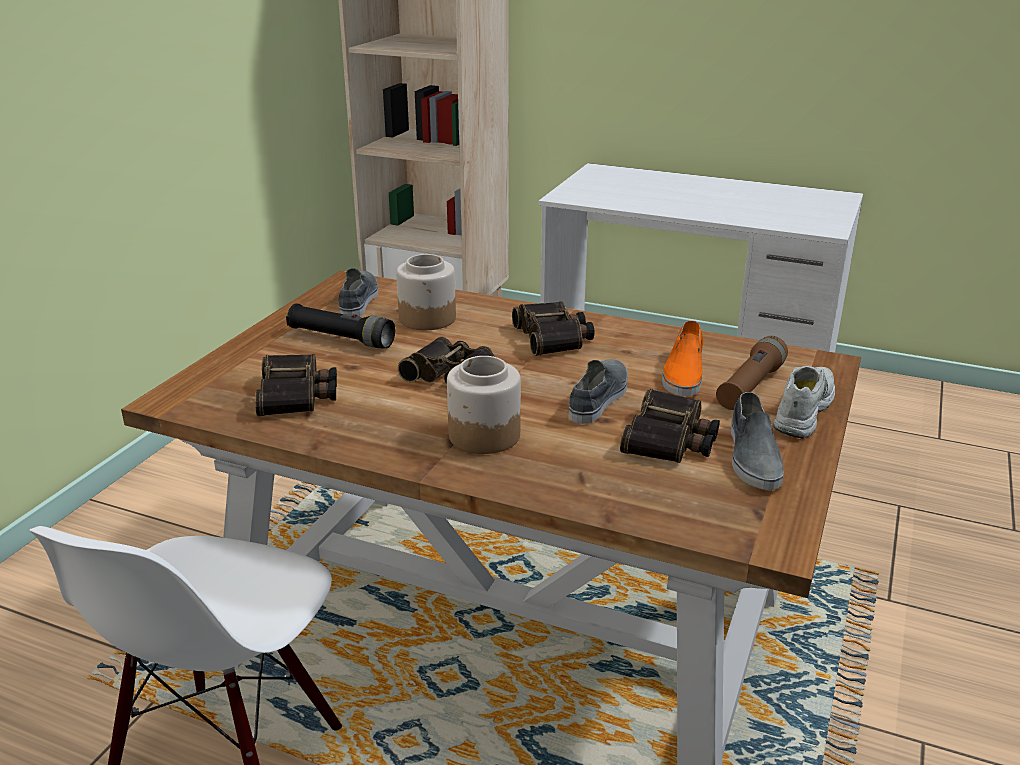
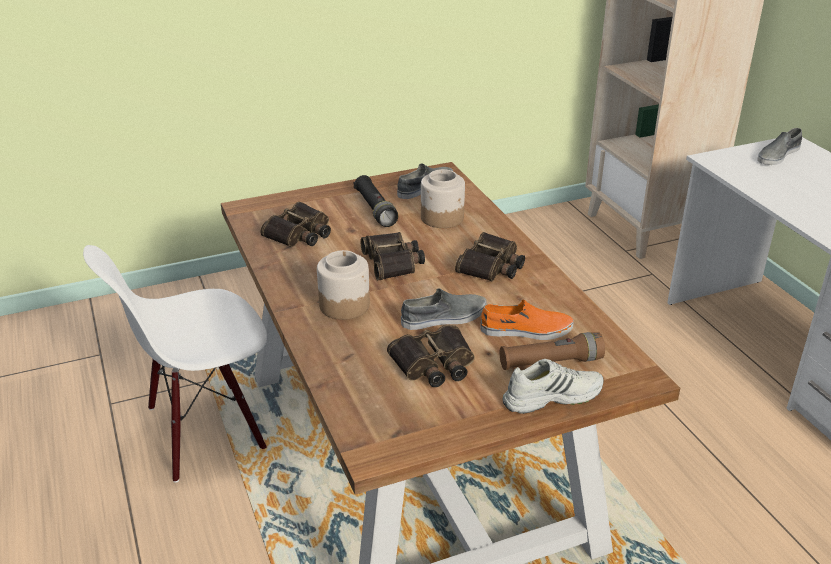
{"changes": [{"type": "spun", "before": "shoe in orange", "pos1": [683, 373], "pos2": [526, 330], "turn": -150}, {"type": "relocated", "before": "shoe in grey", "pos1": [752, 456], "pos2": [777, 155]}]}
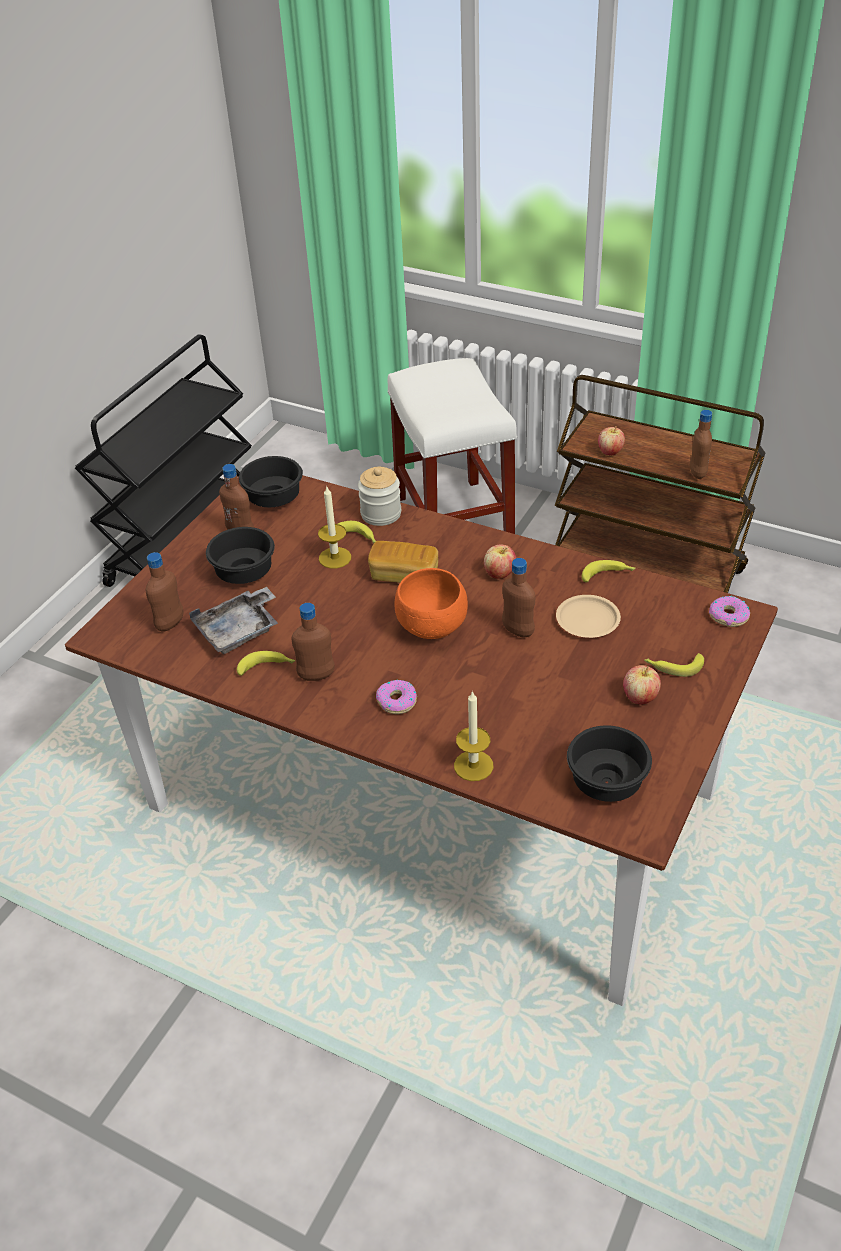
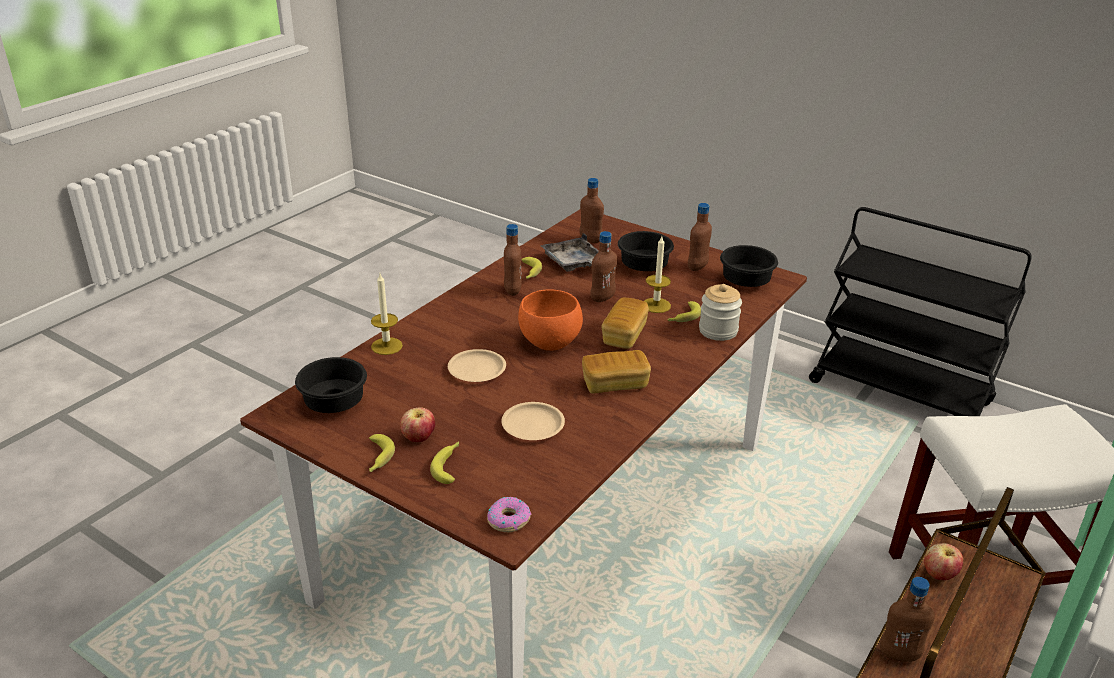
{"changes": [{"type": "missing", "before": "donut", "pos1": [396, 701]}, {"type": "exchanged", "before": "apple", "after": "bread", "pos1": [499, 574], "pos2": [615, 384]}, {"type": "relocated", "before": "bottle in brown", "pos1": [517, 631], "pos2": [602, 298]}, {"type": "relocated", "before": "banana", "pos1": [608, 575], "pos2": [377, 458]}, {"type": "appeared", "after": "plate in beige", "pos2": [476, 370]}]}
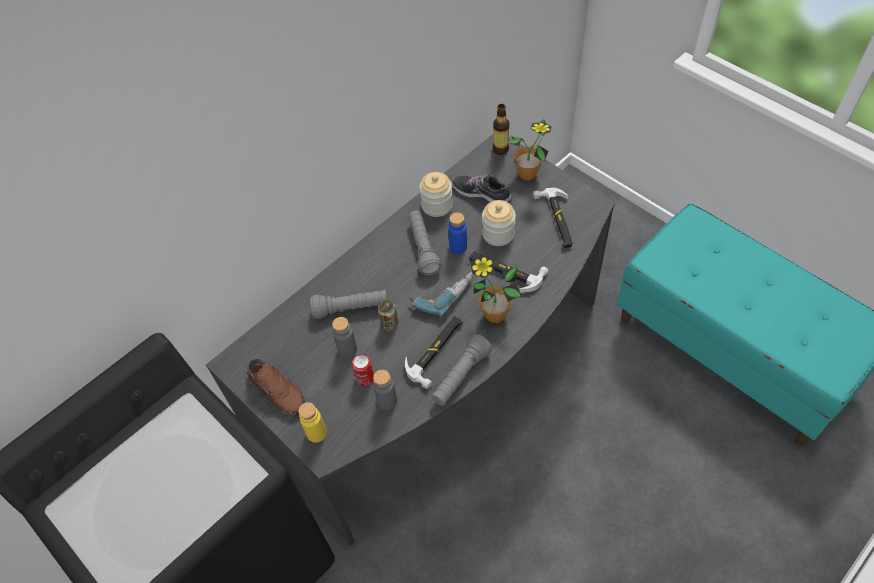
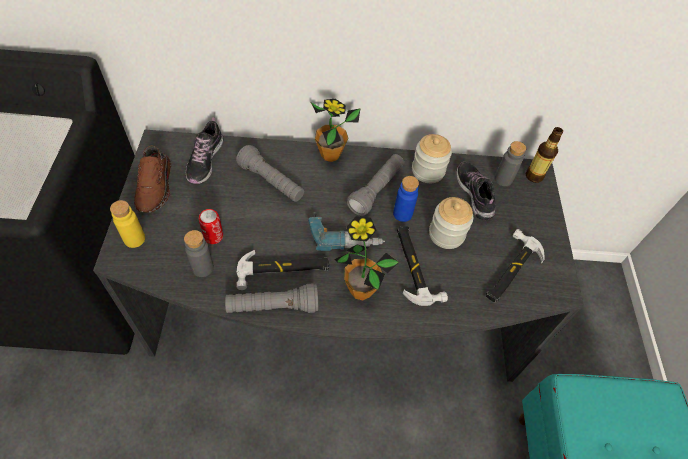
{"changes": [{"type": "relocated", "before": "bottle in grey", "pos1": [347, 349], "pos2": [503, 179]}, {"type": "missing", "before": "can", "pos1": [389, 324]}, {"type": "relocated", "before": "potted plant", "pos1": [527, 174], "pos2": [330, 154]}, {"type": "appeared", "after": "shoe", "pos2": [205, 160]}]}
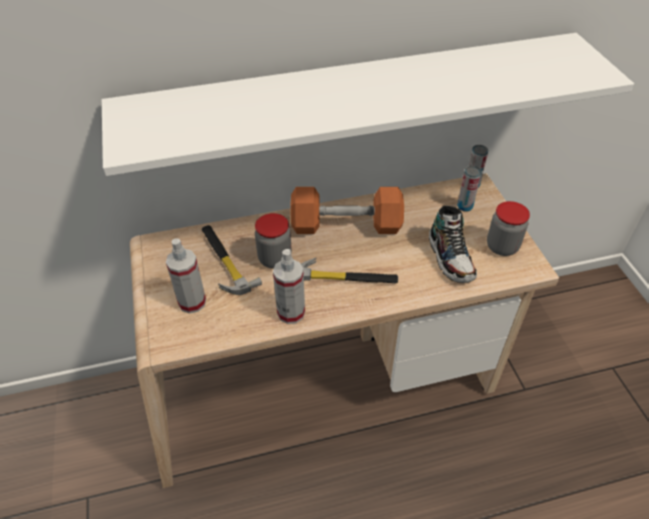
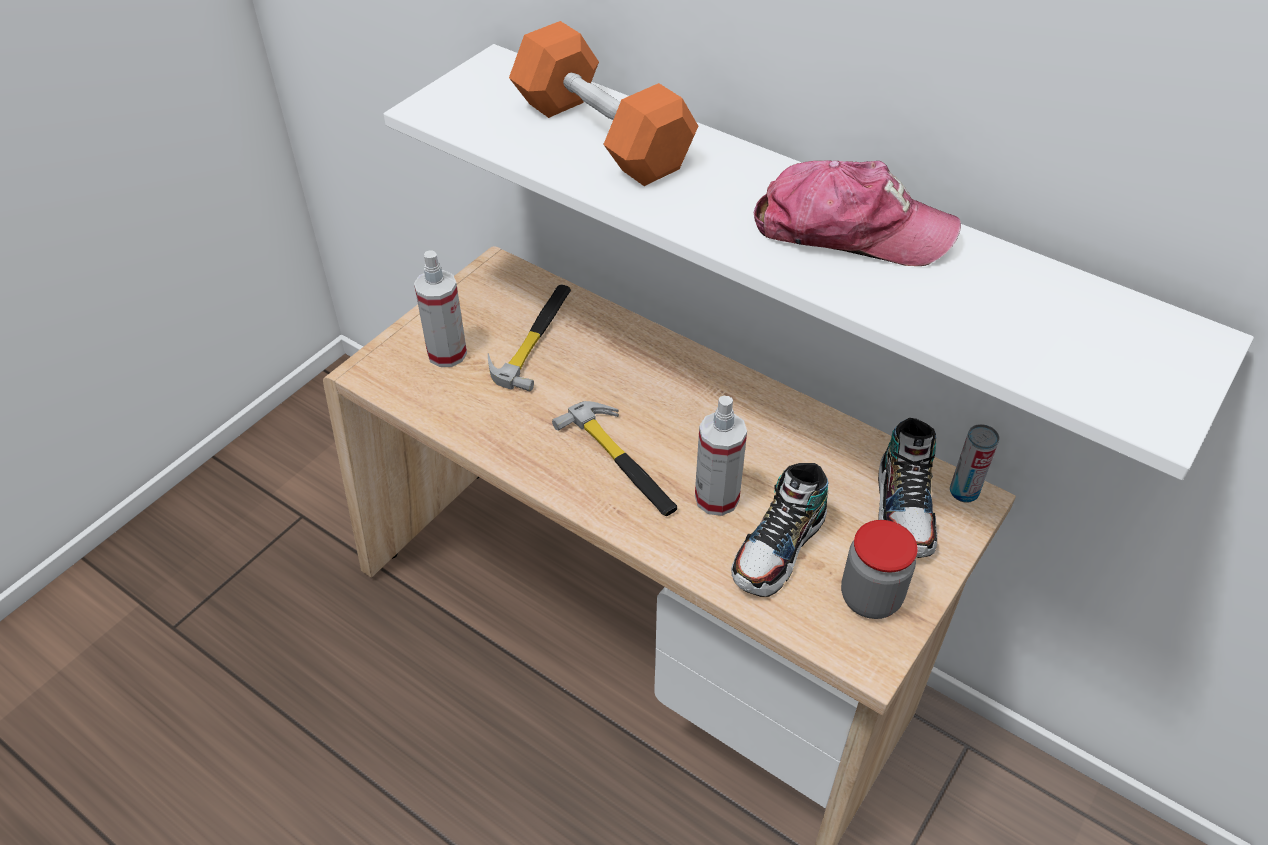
{"changes": [{"type": "missing", "before": "jar", "pos1": [275, 259]}, {"type": "relocated", "before": "spray bottle", "pos1": [291, 313], "pos2": [717, 498]}, {"type": "relocated", "before": "dumbbell in orange", "pos1": [346, 225], "pos2": [601, 135]}, {"type": "exchanged", "before": "can", "after": "shoe", "pos1": [465, 206], "pos2": [905, 509]}, {"type": "appeared", "after": "cap", "pos2": [850, 230]}]}
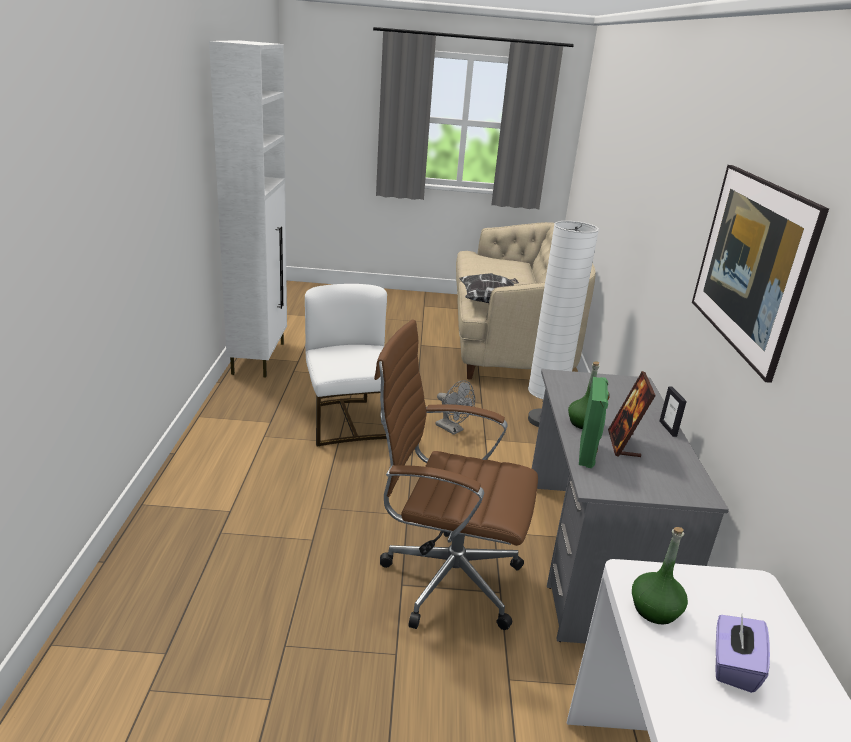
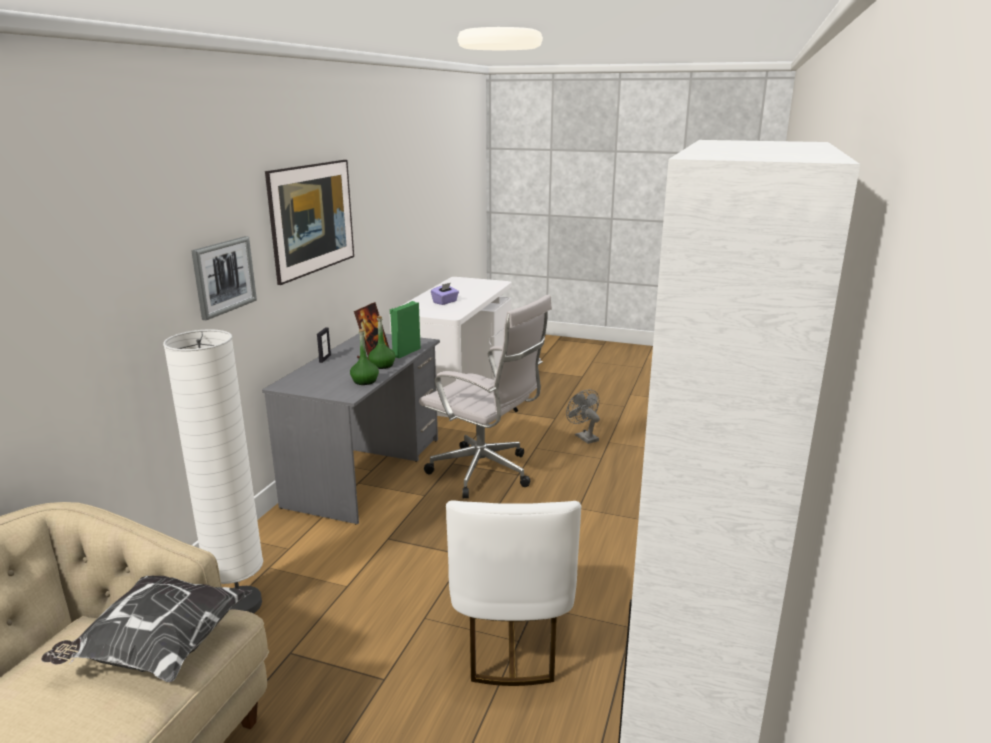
{"changes": [{"type": "colour", "before": "office chair in brown", "after": "office chair in white", "pos1": [445, 579], "pos2": [485, 473]}, {"type": "relocated", "before": "fan in grey", "pos1": [452, 429], "pos2": [584, 437]}, {"type": "relocated", "before": "bottle in green", "pos1": [654, 609], "pos2": [365, 381]}, {"type": "appeared", "after": "picture", "pos2": [223, 276]}]}
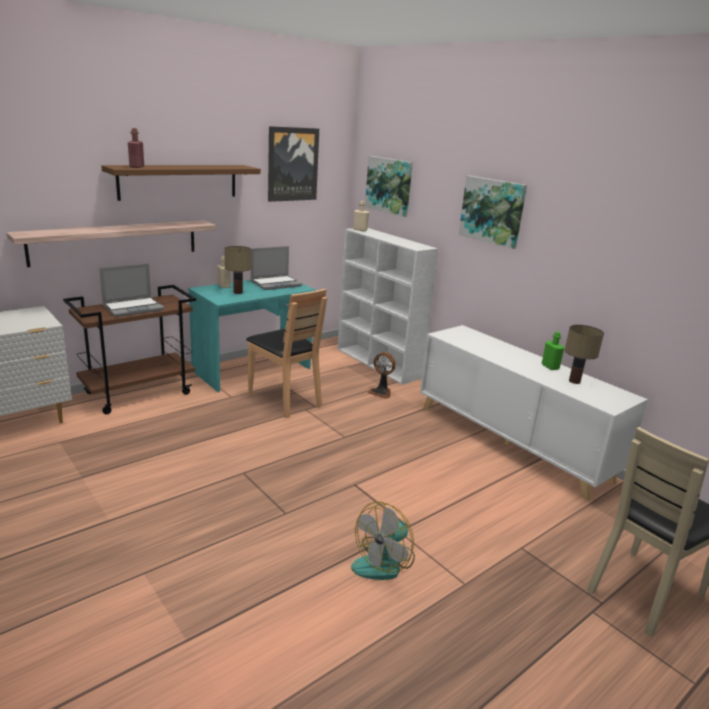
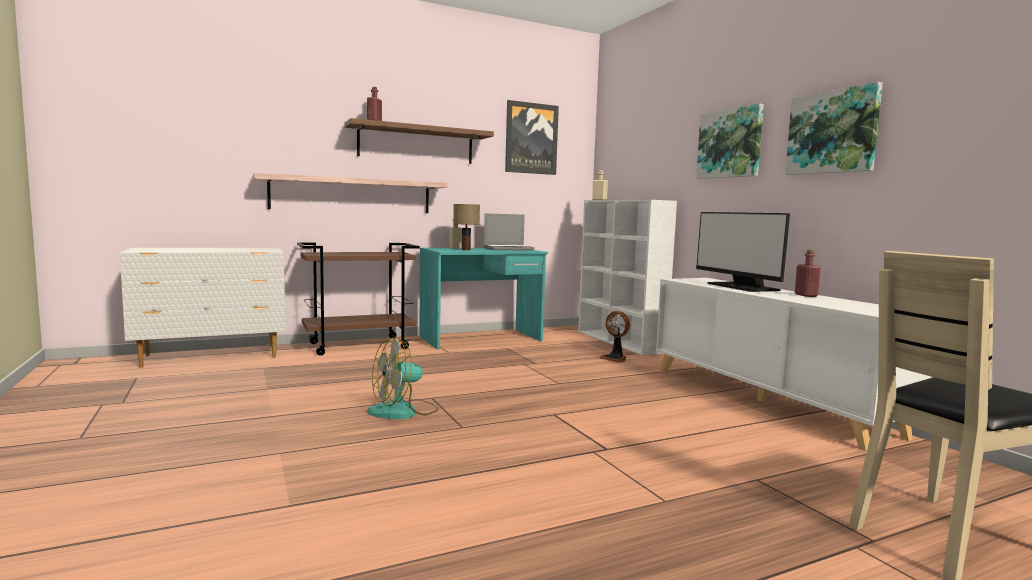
{"changes": [{"type": "missing", "before": "laptop", "pos1": [134, 308]}, {"type": "missing", "before": "chair in brown", "pos1": [285, 399]}, {"type": "relocated", "before": "fan", "pos1": [384, 562], "pos2": [403, 411]}, {"type": "relocated", "before": "picture", "pos1": [389, 185], "pos2": [832, 132]}, {"type": "colour", "before": "bottle in green", "after": "bottle in red", "pos1": [550, 367], "pos2": [805, 295]}, {"type": "missing", "before": "table lamp", "pos1": [574, 381]}, {"type": "appeared", "after": "monitor", "pos2": [741, 287]}]}
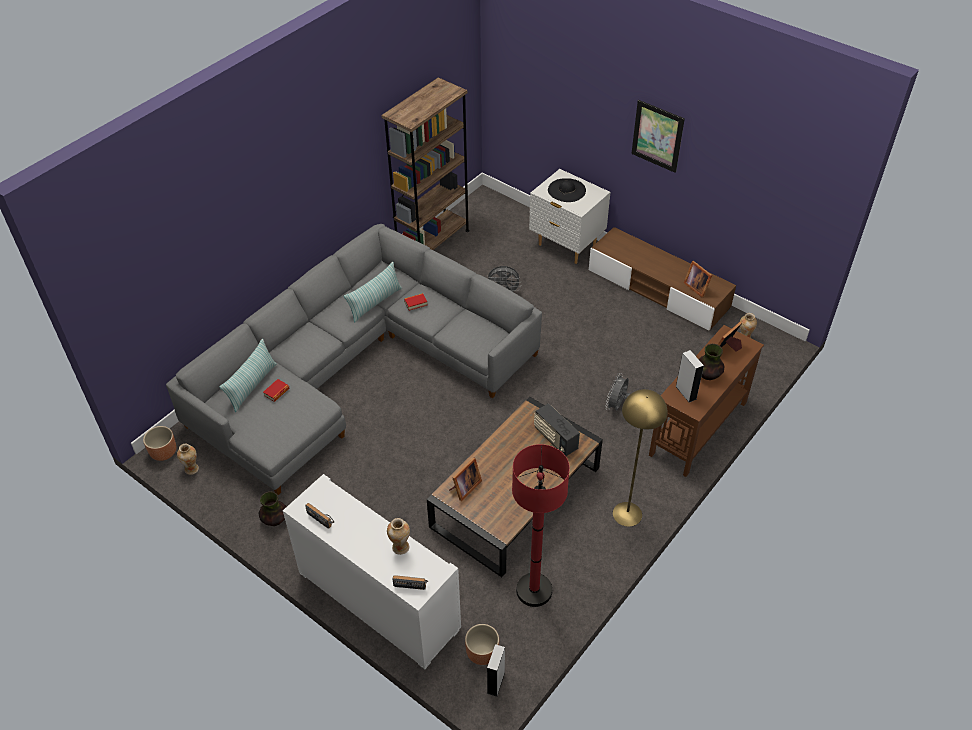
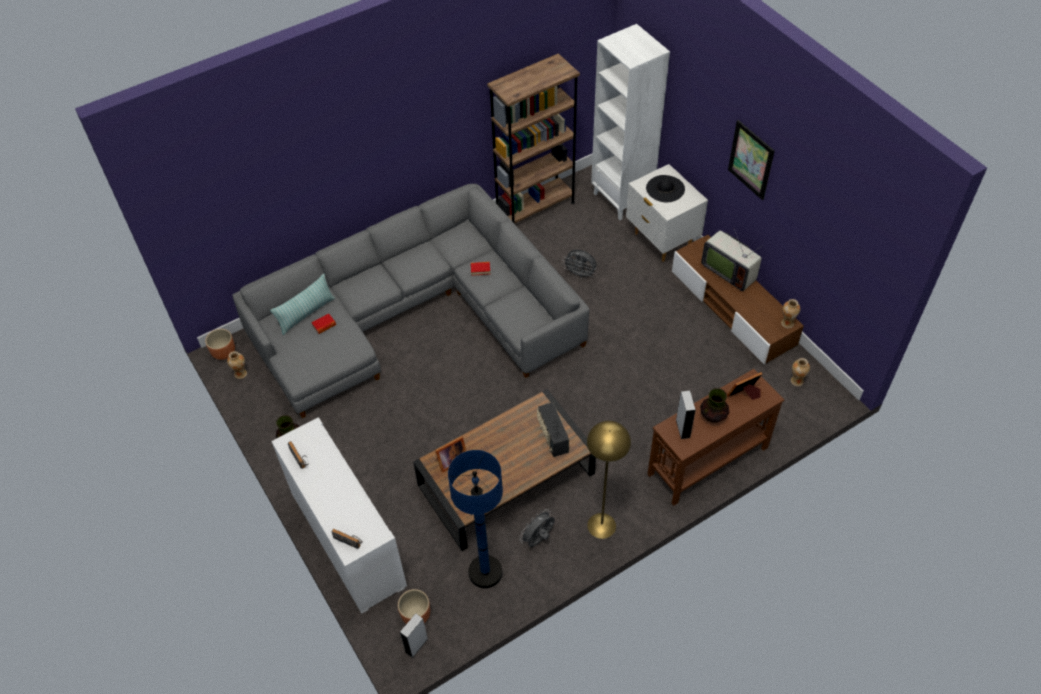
{"changes": [{"type": "missing", "before": "pillow", "pos1": [375, 303]}, {"type": "relocated", "before": "vase", "pos1": [400, 547], "pos2": [787, 323]}, {"type": "colour", "before": "floor lamp in red", "after": "floor lamp in blue", "pos1": [534, 590], "pos2": [485, 572]}, {"type": "relocated", "before": "fan in grey", "pos1": [616, 406], "pos2": [538, 539]}, {"type": "missing", "before": "picture frame", "pos1": [696, 287]}, {"type": "appeared", "after": "bookcase in white", "pos2": [622, 199]}, {"type": "appeared", "after": "television", "pos2": [729, 271]}]}
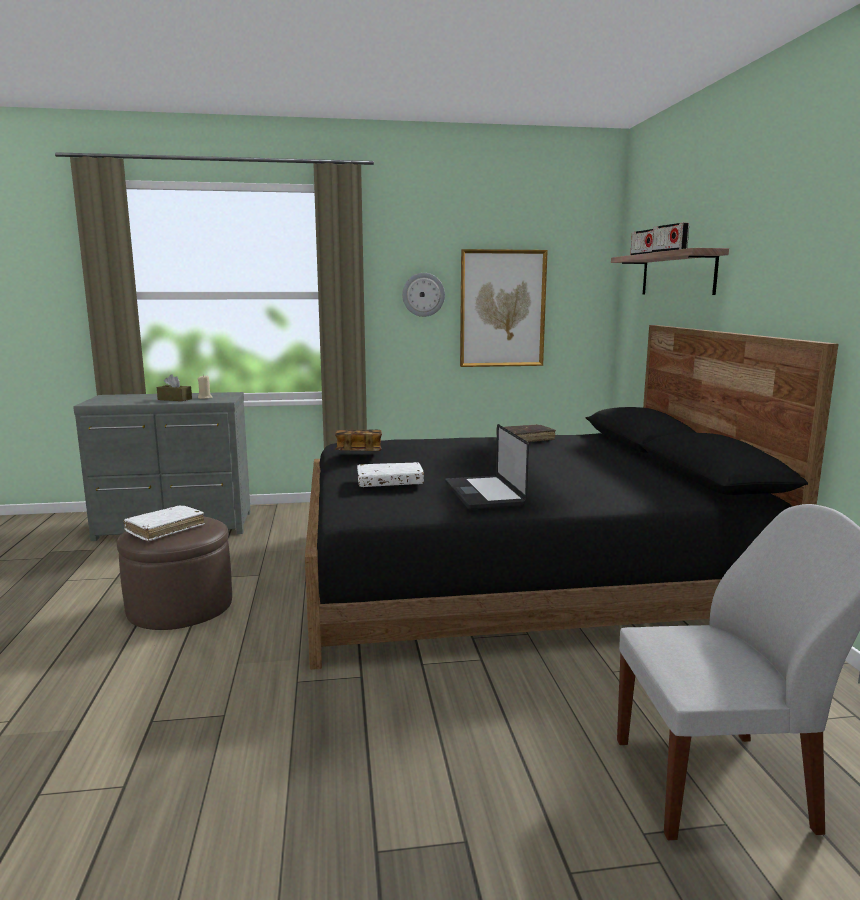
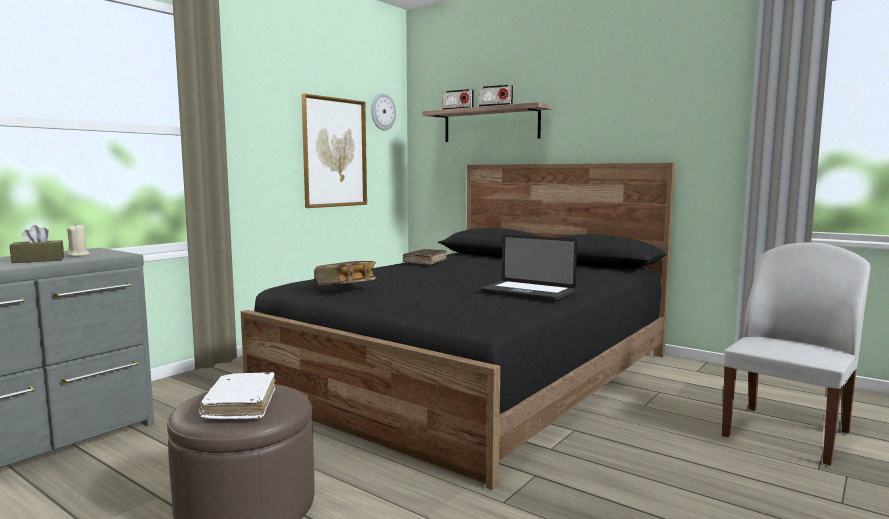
{"changes": [{"type": "missing", "before": "book in white", "pos1": [390, 482]}, {"type": "relocated", "before": "wall clock", "pos1": [423, 294], "pos2": [382, 111]}]}
